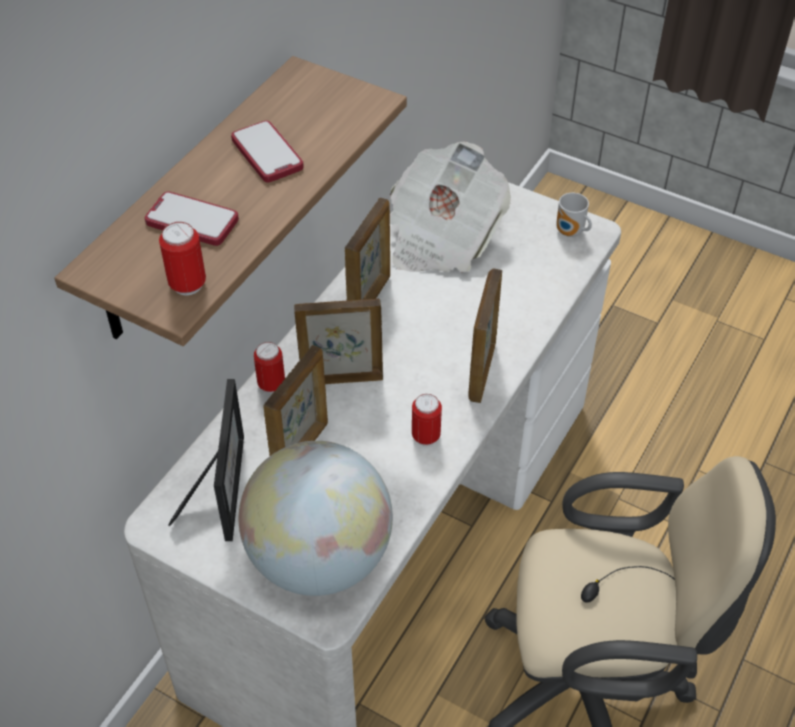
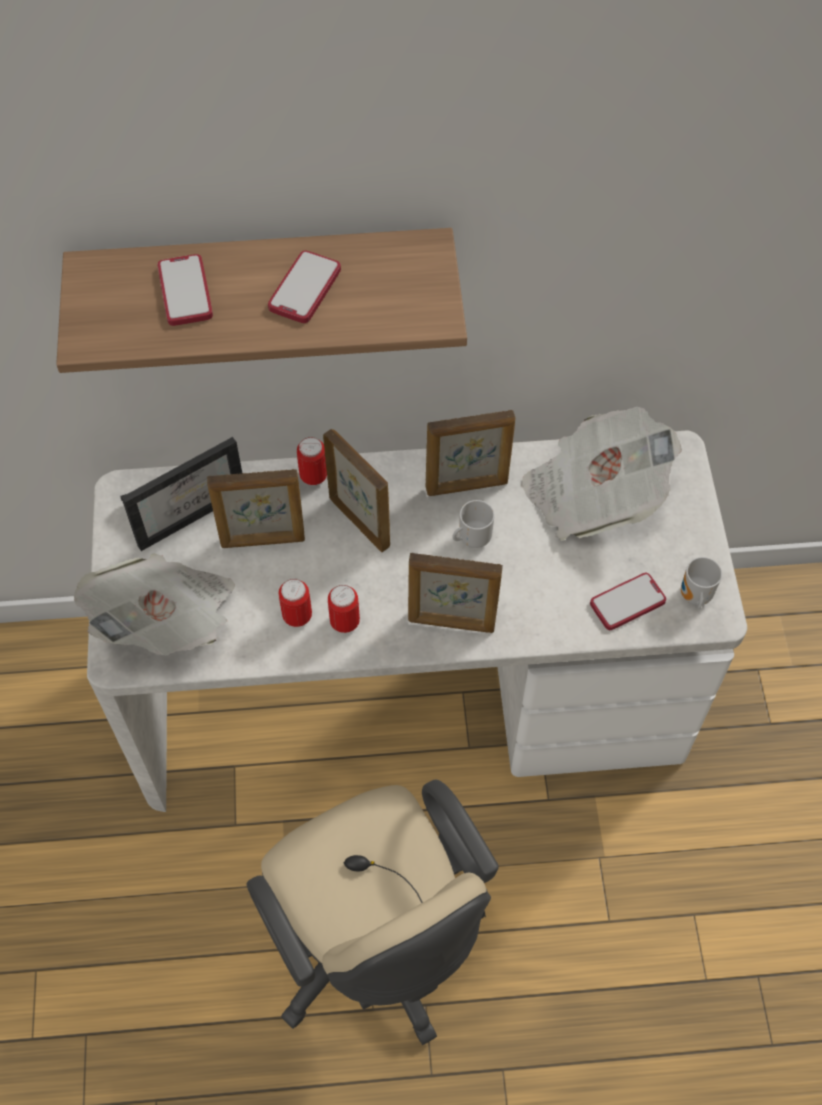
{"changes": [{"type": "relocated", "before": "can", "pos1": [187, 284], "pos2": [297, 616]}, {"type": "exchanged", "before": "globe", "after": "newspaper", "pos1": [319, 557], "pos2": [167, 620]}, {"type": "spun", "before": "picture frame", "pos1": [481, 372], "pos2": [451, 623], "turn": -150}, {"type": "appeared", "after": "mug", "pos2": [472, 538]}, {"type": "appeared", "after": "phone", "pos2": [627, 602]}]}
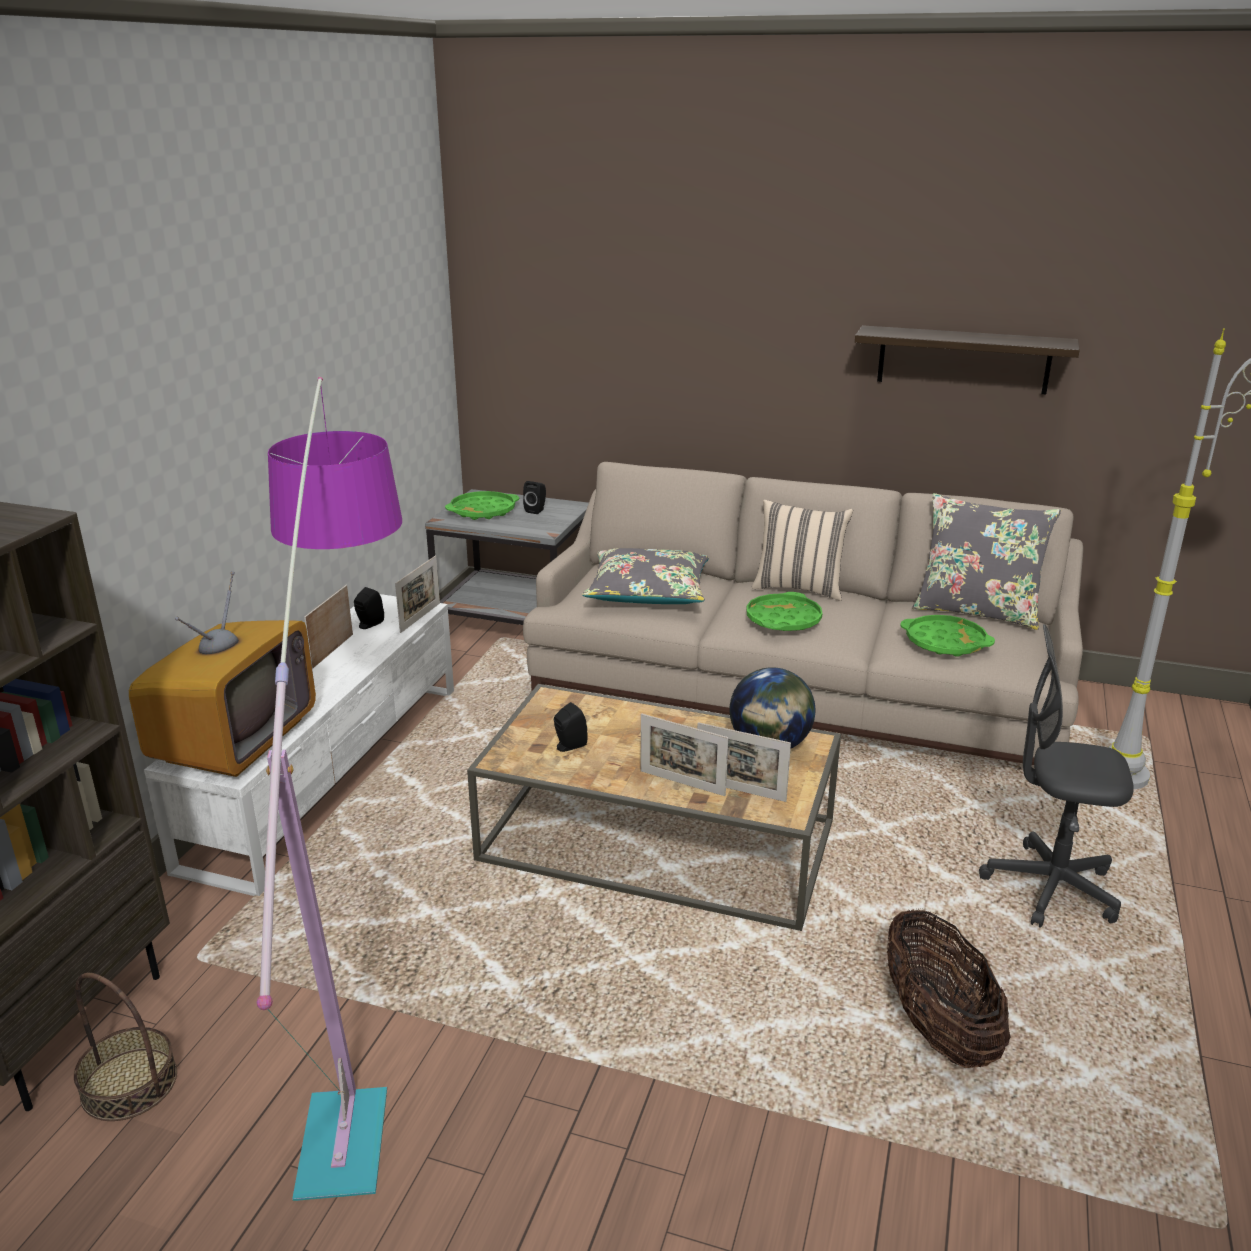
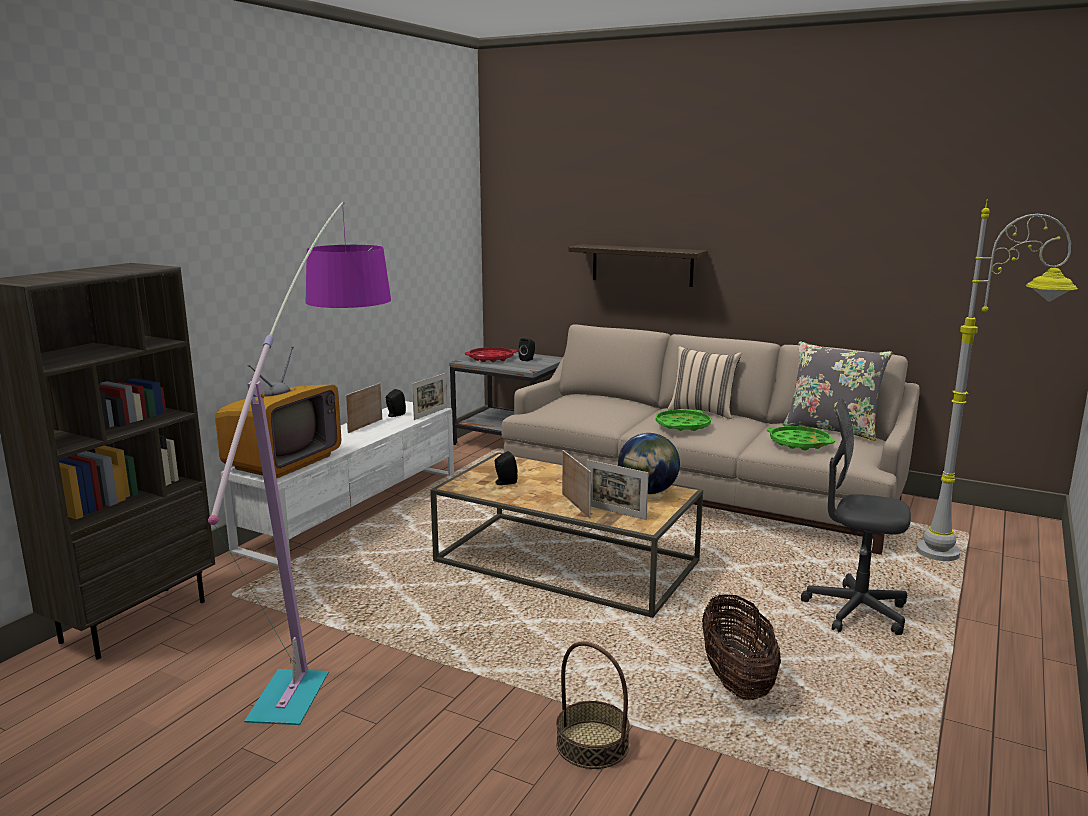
{"changes": [{"type": "relocated", "before": "basket", "pos1": [129, 1084], "pos2": [592, 744]}, {"type": "colour", "before": "tray in green", "after": "tray in red", "pos1": [483, 511], "pos2": [491, 358]}, {"type": "missing", "before": "pillow in grey", "pos1": [648, 592]}, {"type": "spun", "before": "picture frame", "pos1": [682, 783], "pos2": [575, 505], "turn": -150}, {"type": "relocated", "before": "shelf", "pos1": [963, 359], "pos2": [642, 265]}]}
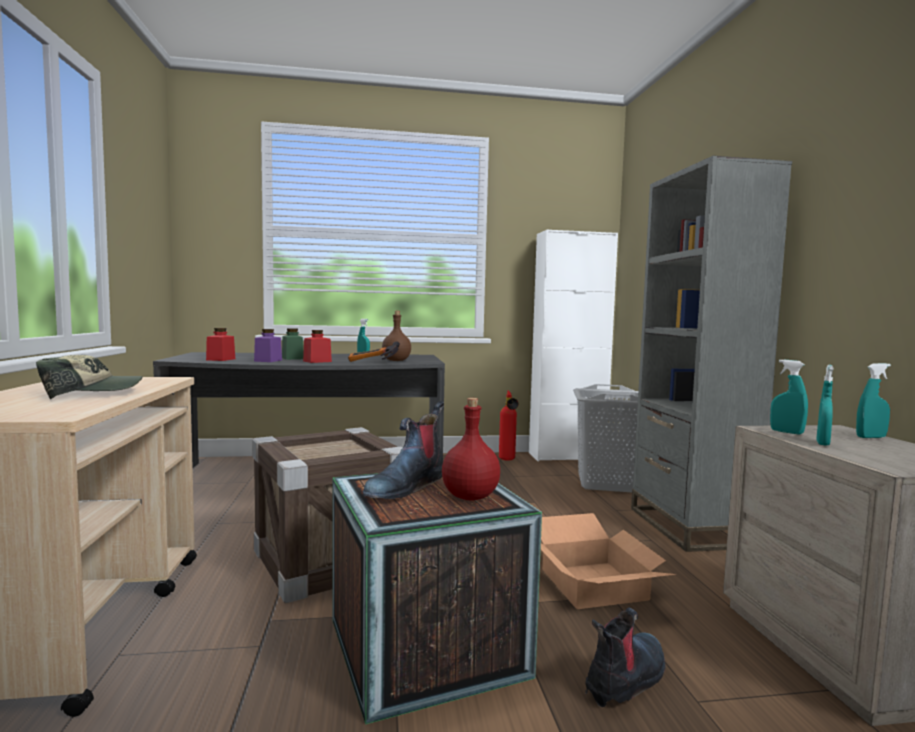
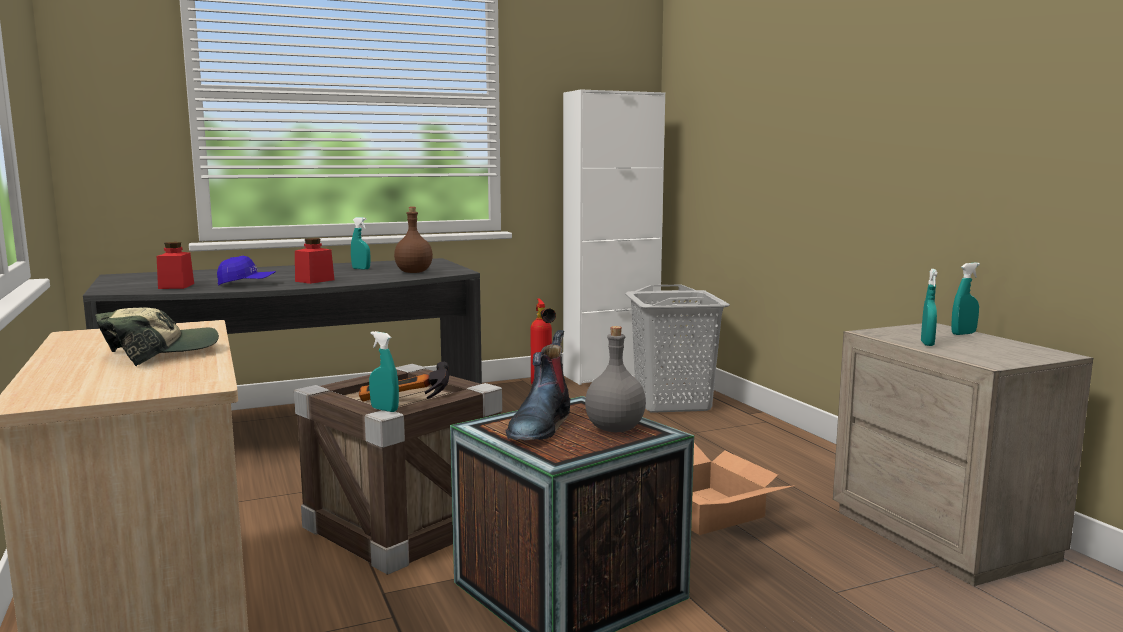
{"changes": [{"type": "exchanged", "before": "jar in purple", "after": "cap in blue", "pos1": [268, 360], "pos2": [246, 284]}, {"type": "missing", "before": "jar in green", "pos1": [292, 358]}, {"type": "relocated", "before": "hammer", "pos1": [371, 363], "pos2": [404, 402]}, {"type": "colour", "before": "bottle in red", "after": "bottle in grey", "pos1": [469, 496], "pos2": [614, 428]}, {"type": "missing", "before": "boot", "pos1": [626, 679]}, {"type": "missing", "before": "bookcase in grey", "pos1": [689, 527]}, {"type": "relocated", "before": "spray bottle in turquoise", "pos1": [786, 432], "pos2": [384, 409]}]}
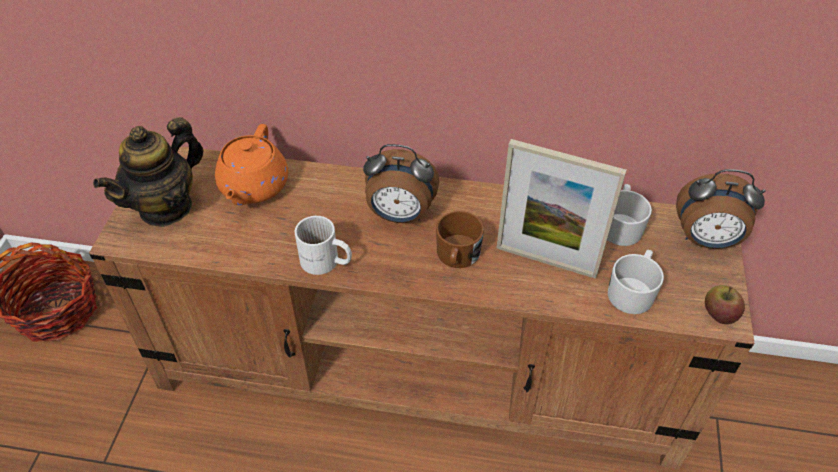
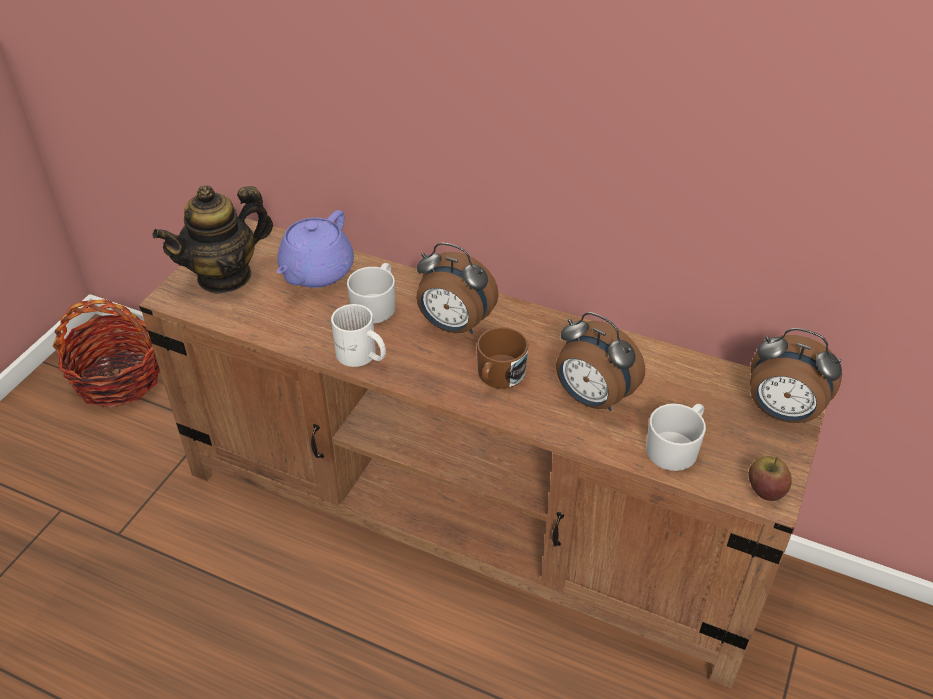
{"changes": [{"type": "colour", "before": "teapot in orange", "after": "teapot in purple", "pos1": [253, 187], "pos2": [316, 272]}, {"type": "exchanged", "before": "picture frame", "after": "alarm clock", "pos1": [546, 261], "pos2": [592, 399]}, {"type": "relocated", "before": "mug in white", "pos1": [621, 225], "pos2": [376, 305]}]}
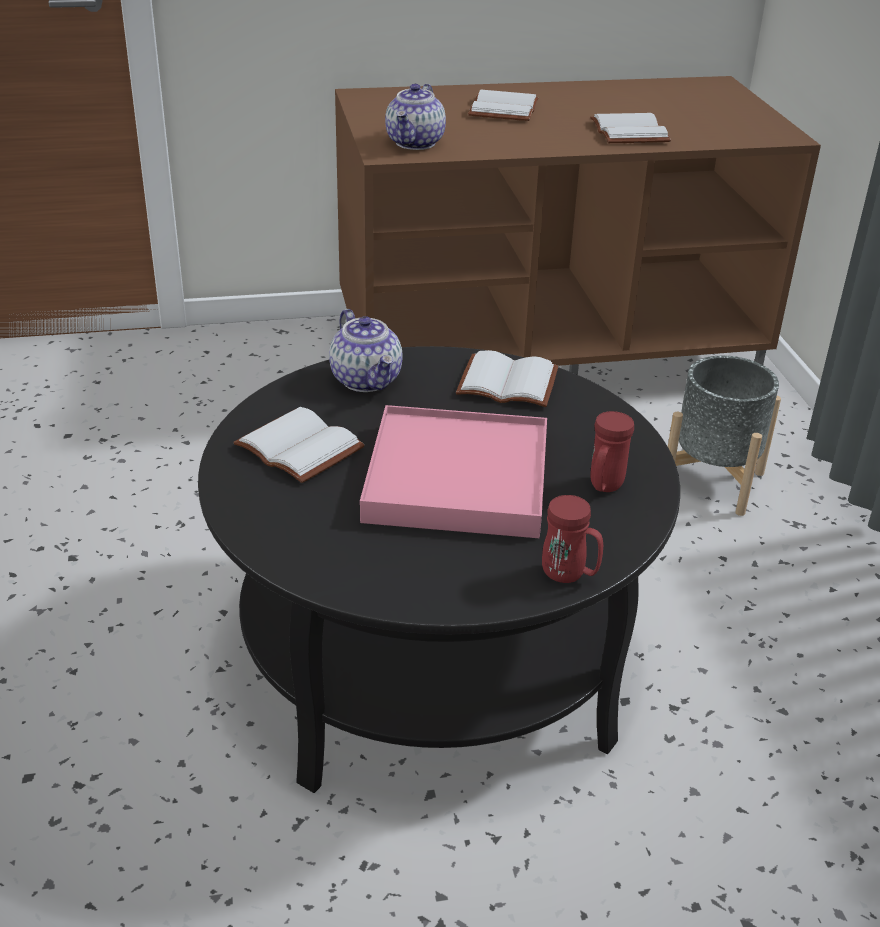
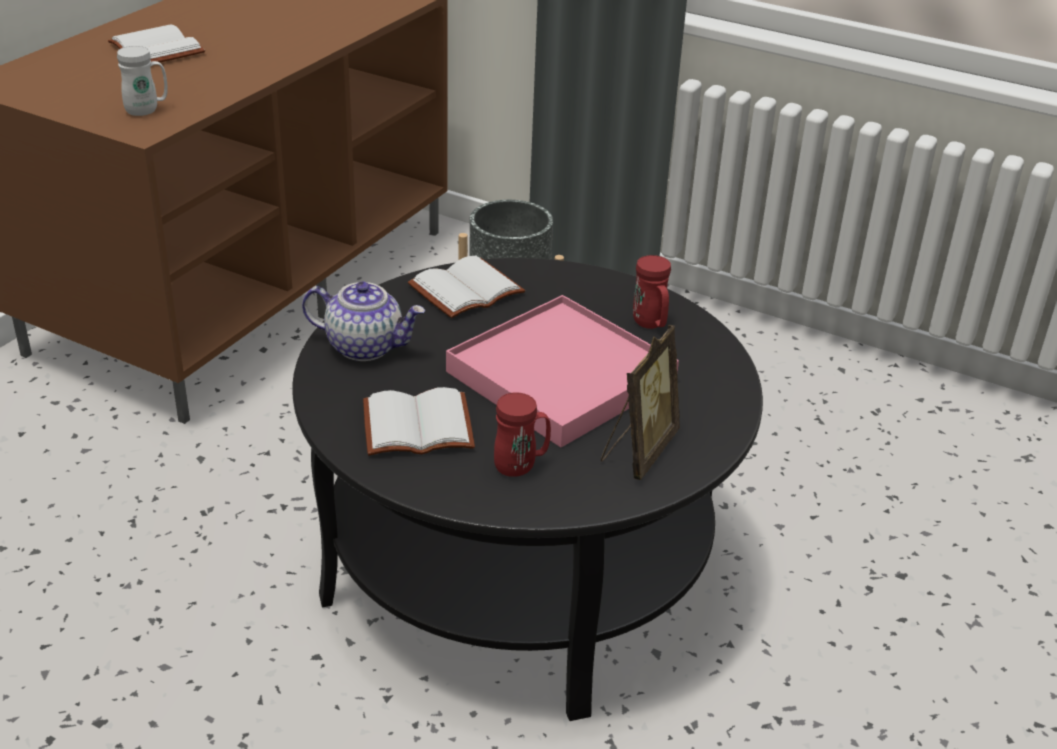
{"changes": [{"type": "exchanged", "before": "teapot", "after": "mug in white", "pos1": [415, 143], "pos2": [147, 110]}, {"type": "relocated", "before": "mug in red", "pos1": [569, 576], "pos2": [521, 466]}, {"type": "missing", "before": "book in white", "pos1": [626, 132]}, {"type": "appeared", "after": "picture frame", "pos2": [637, 451]}]}
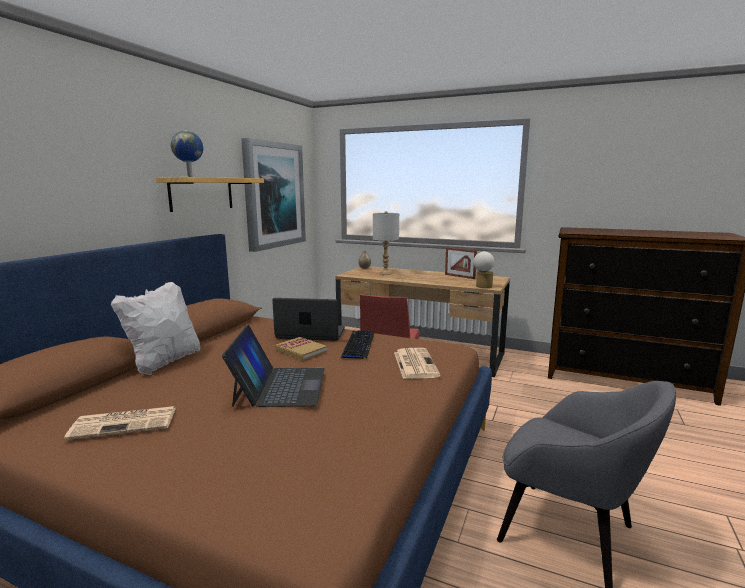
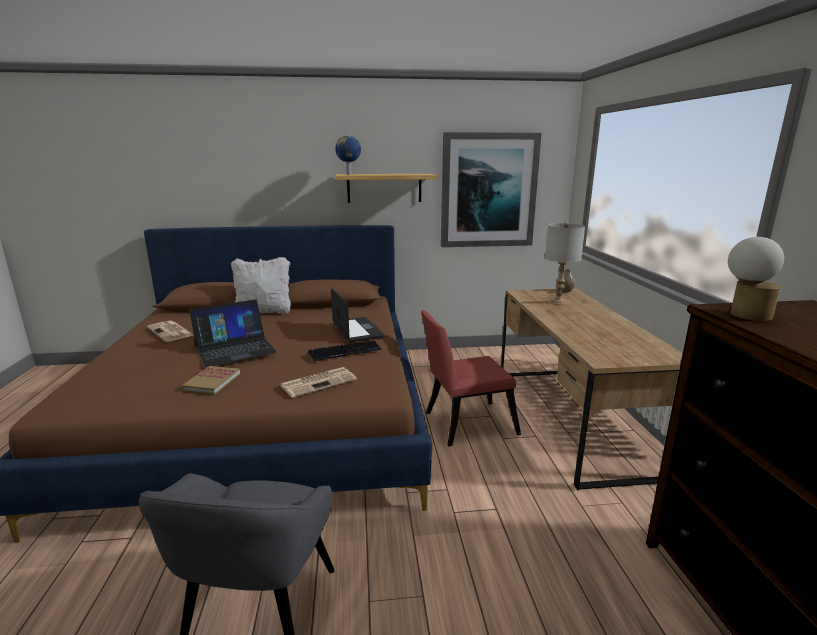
{"changes": [{"type": "relocated", "before": "book", "pos1": [301, 350], "pos2": [212, 382]}, {"type": "missing", "before": "picture frame", "pos1": [459, 276]}, {"type": "relocated", "before": "table lamp", "pos1": [482, 286], "pos2": [744, 315]}]}
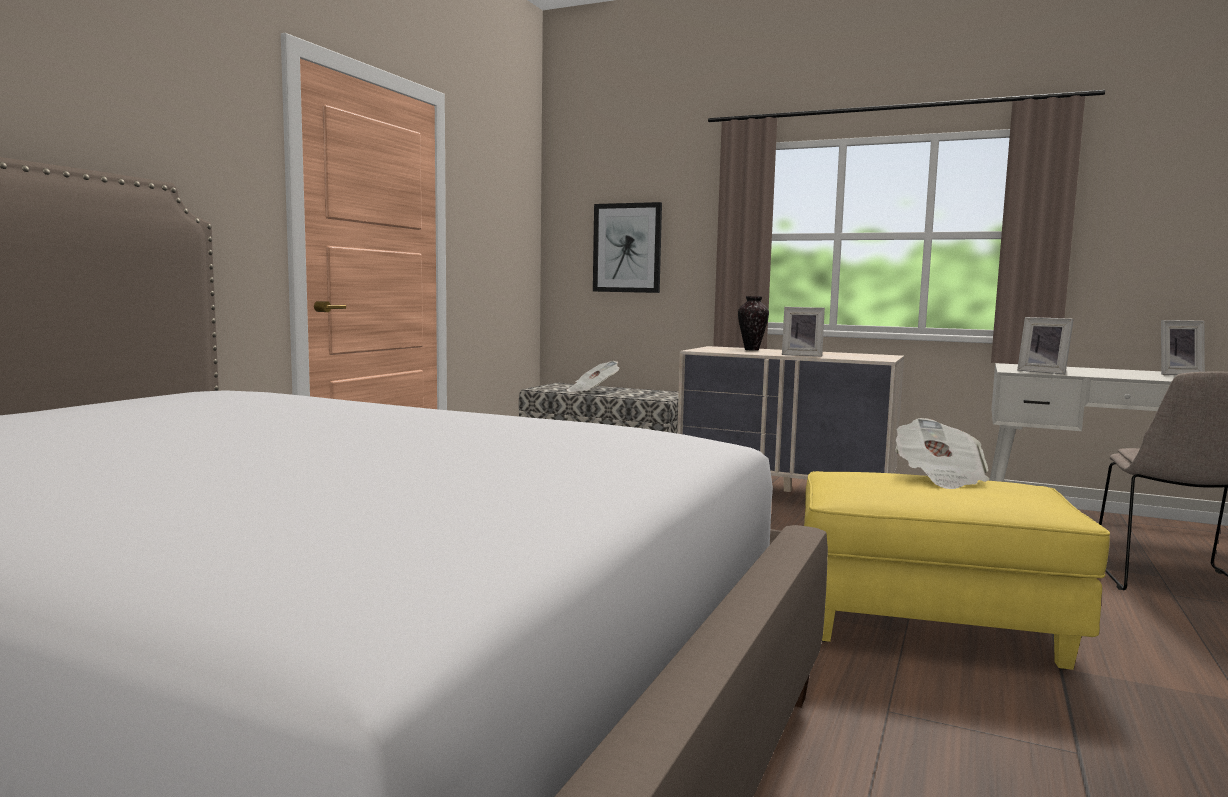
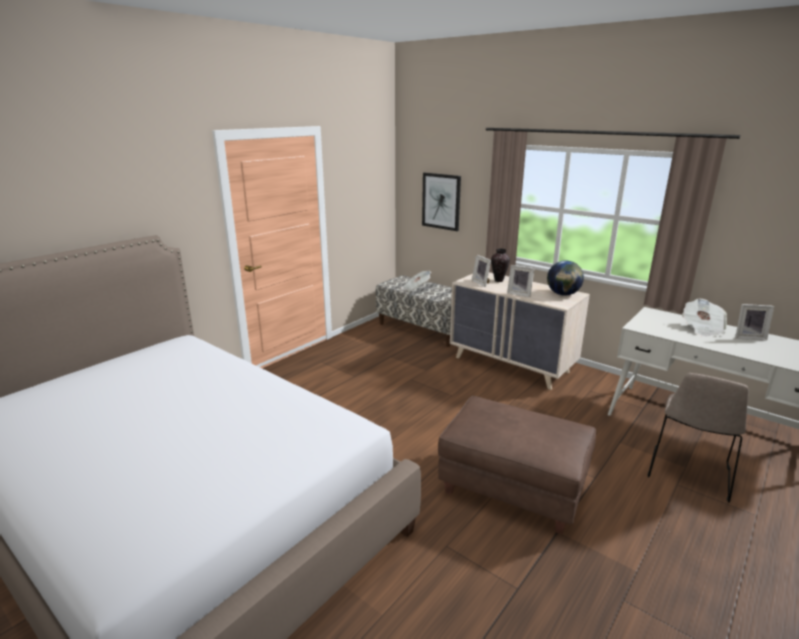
{"changes": [{"type": "colour", "before": "ottoman in yellow", "after": "ottoman in brown", "pos1": [929, 625], "pos2": [512, 489]}, {"type": "relocated", "before": "newspaper", "pos1": [939, 478], "pos2": [702, 328]}, {"type": "relocated", "before": "picture frame", "pos1": [1043, 372], "pos2": [482, 283]}, {"type": "appeared", "after": "globe", "pos2": [563, 294]}]}
